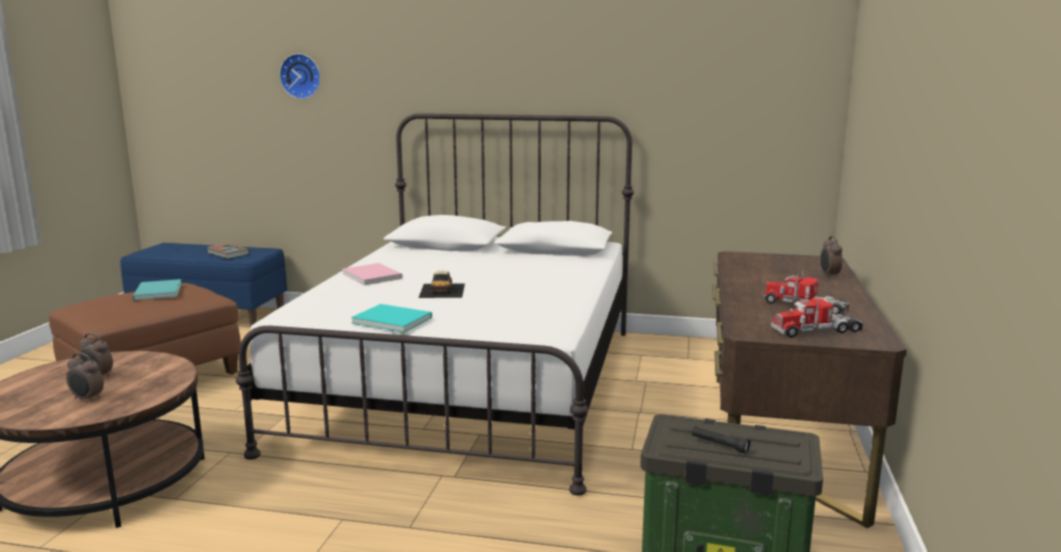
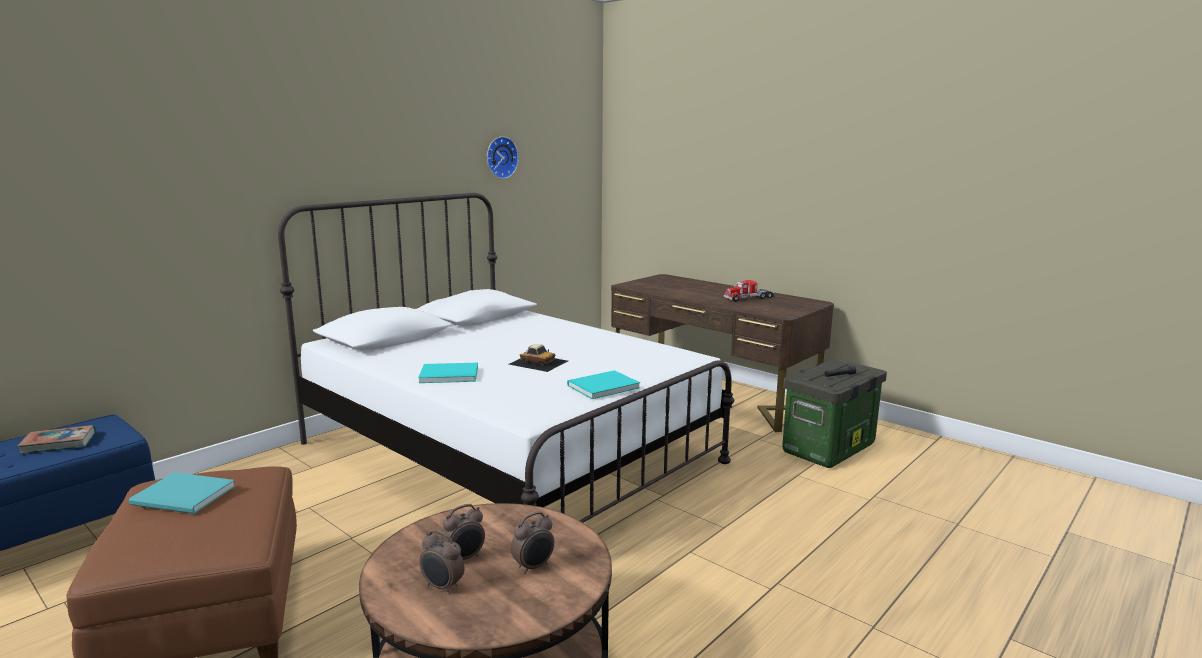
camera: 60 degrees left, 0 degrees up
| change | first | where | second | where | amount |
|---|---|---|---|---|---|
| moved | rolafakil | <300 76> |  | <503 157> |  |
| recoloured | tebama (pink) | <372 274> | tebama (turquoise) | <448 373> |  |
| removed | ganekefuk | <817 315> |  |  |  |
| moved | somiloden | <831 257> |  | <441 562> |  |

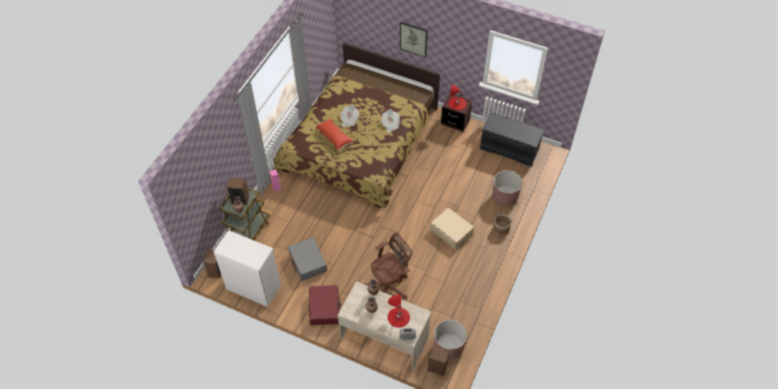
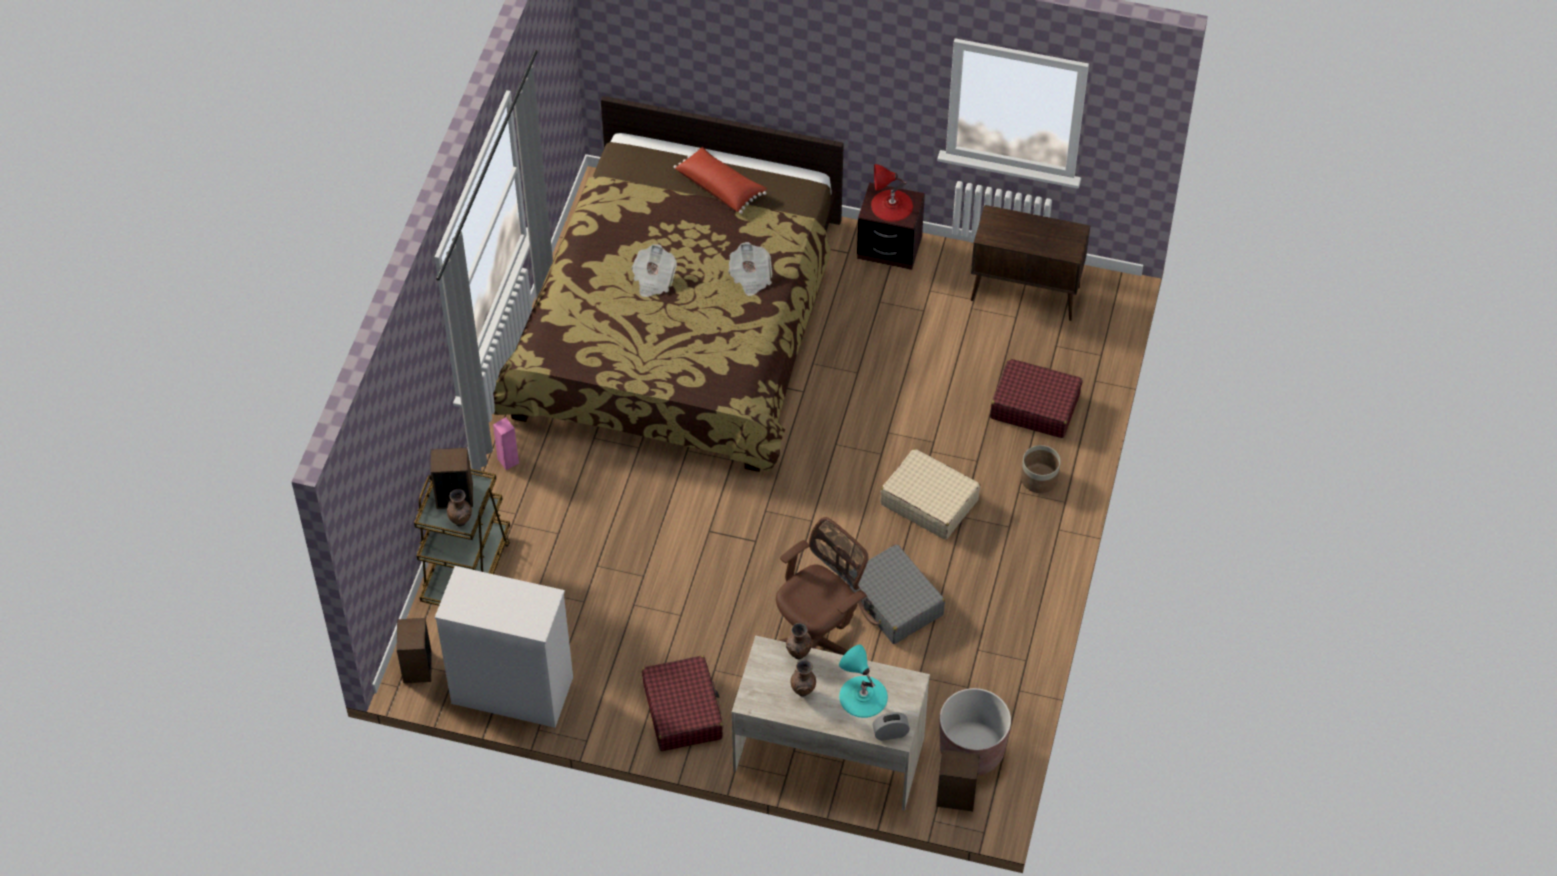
camera: 10 degrees left, 0 degrees up
| change | first | where | second | where | amount |
|---|---|---|---|---|---|
| moved | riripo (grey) | <307 259> |  | <897 594> |  |
| moved | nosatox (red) | <335 135> |  | <720 180> |  |
| recoloured | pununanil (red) | <399 311> | pununanil (turquoise) | <863 681> |  |
| removed | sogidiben | <414 39> |  |  |  |
| replaced | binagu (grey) | <512 139> | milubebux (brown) | <1030 263> |  |
| replaced | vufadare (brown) | <507 188> | riripo (red) | <1036 398> |  |

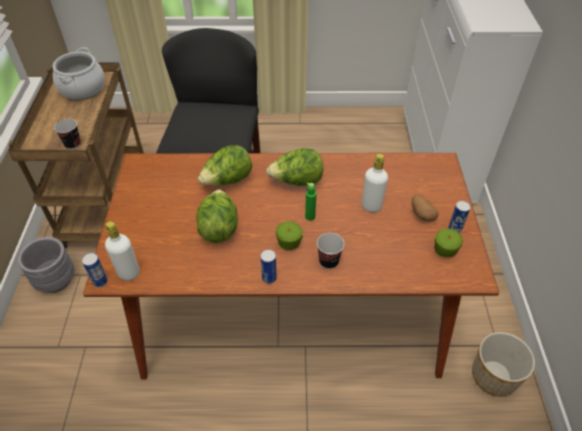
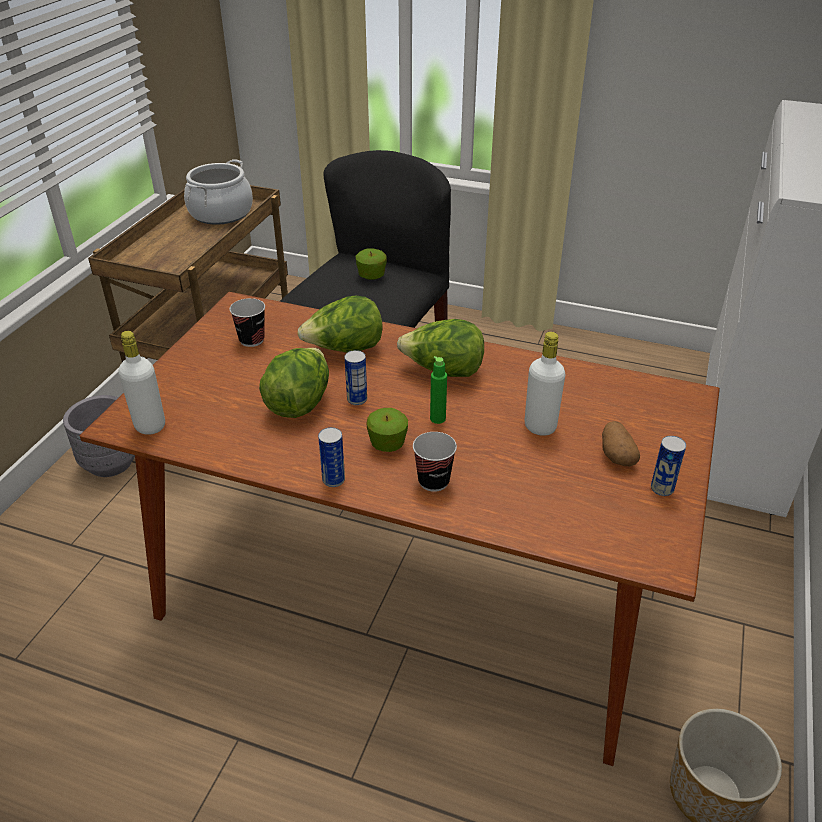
camera: 20 degrees right, 10 degrees down
| change | first | where | second | where | amount |
|---|---|---|---|---|---|
| moved | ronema | <67 134> |  | <247 322> |  |
| moved | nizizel | <95 270> |  | <356 377> |  |
| moved | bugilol | <448 243> |  | <371 264> |  |

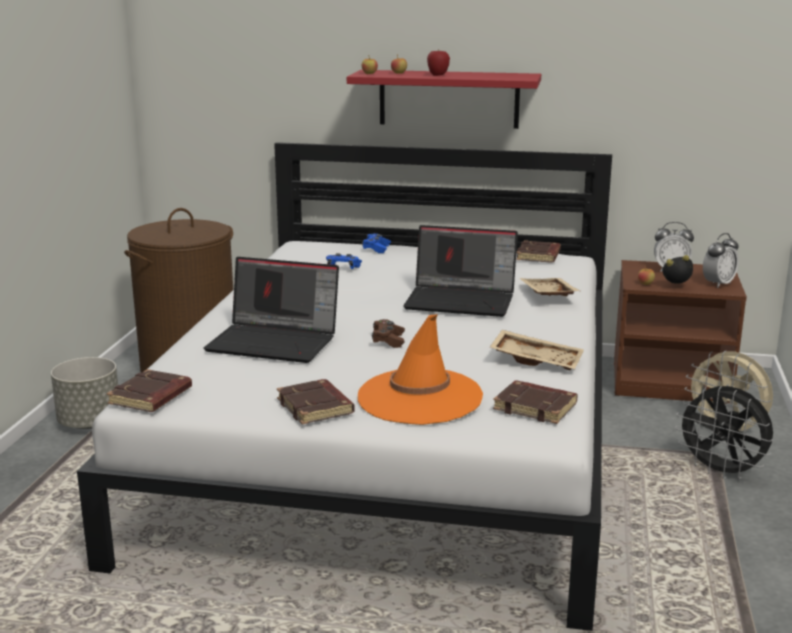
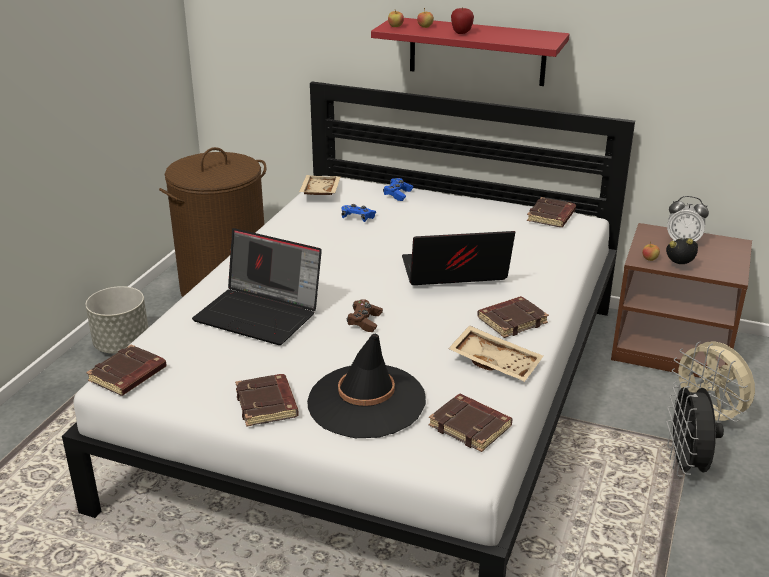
camera: 10 degrees right, 10 degrees up
| change | first | where | second | where | amount |
|---|---|---|---|---|---|
| recoloured | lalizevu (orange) | <420 369> | lalizevu (black) | <366 386> |  |
| turned | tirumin | <460 271> |  | <458 258> | 150 degrees clockwise |
| moved | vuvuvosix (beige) | <550 287> |  | <319 185> |  |
| turned | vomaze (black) | <724 432> |  | <695 429> | 45 degrees clockwise |
| removed | somiloden | <721 260> |  |  |  |
| added |  |  | tebama (brown) | <513 317> |  |

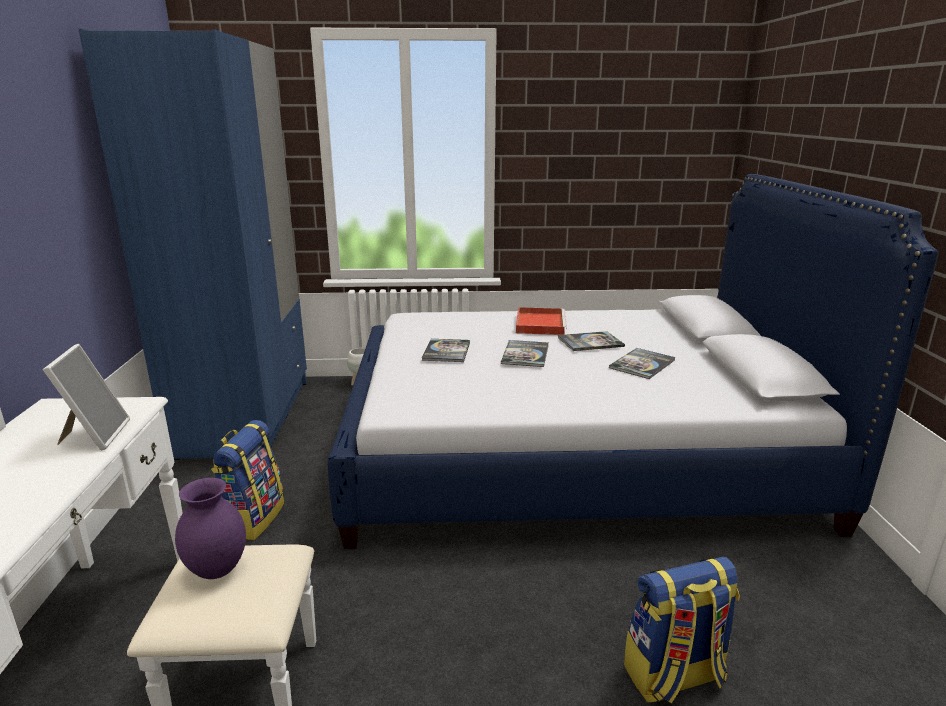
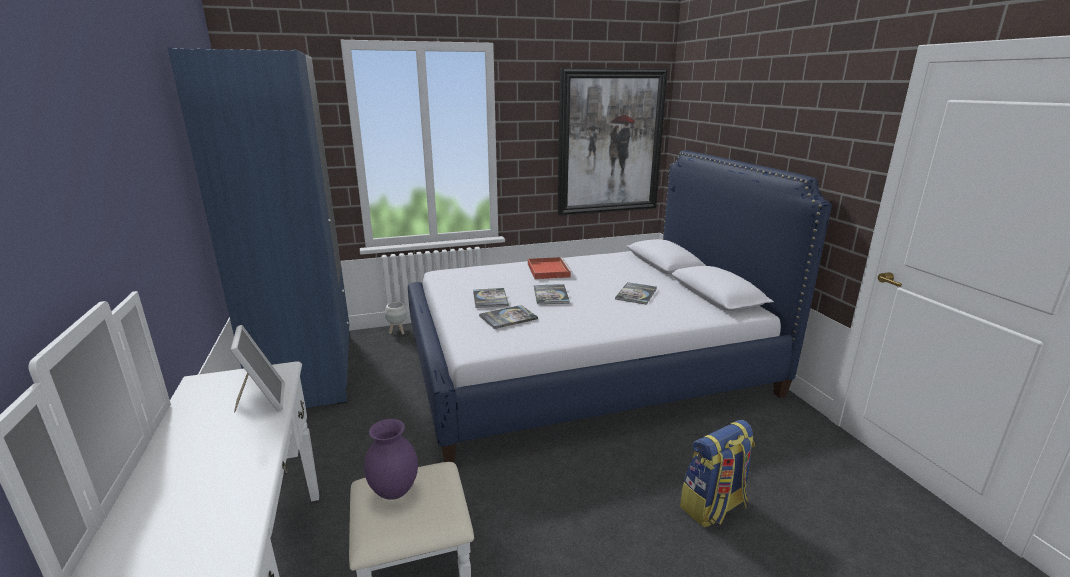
camera: 15 degrees left, 0 degrees up
| change | first | where | second | where | amount |
|---|---|---|---|---|---|
| removed | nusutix | <247 480> |  |  |  |
| moved | tebama | <591 341> |  | <508 317> |  |
| added |  |  | sogidiben | <613 142> |  |

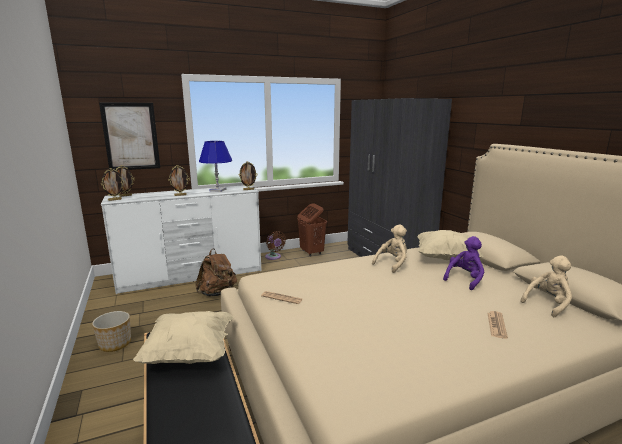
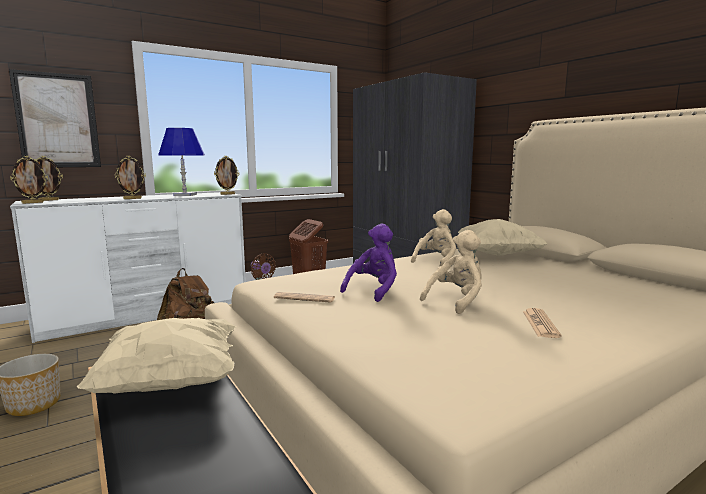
camera: 10 degrees left, 5 degrees down
| change | first | where | second | where | amount |
|---|---|---|---|---|---|
| moved | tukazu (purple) | <464 263> |  | <368 263> |  |
| moved | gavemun | <498 325> |  | <542 323> |  |
| moved | tukazu (beige) | <546 286> |  | <451 272> |  |

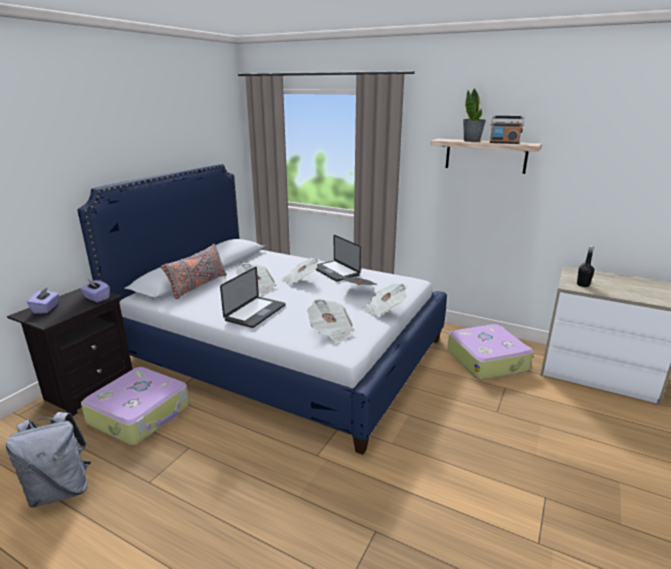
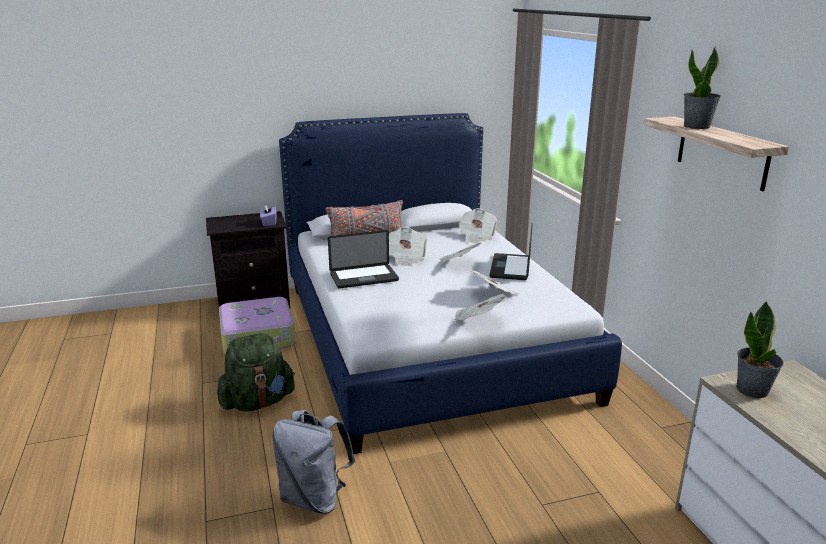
camera: 45 degrees right, 0 degrees up
| change | first | where | second | where | amount |
|---|---|---|---|---|---|
| moved | nusutix (grey) | <48 460> |  | <313 462> |  |
| removed | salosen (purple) | <43 300> |  |  |  |
| moved | gavemun | <331 321> |  | <478 225> |  |
| removed | riripo | <490 352> |  |  |  |
| removed | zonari | <507 130> |  |  |  |
| replaced | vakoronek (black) | <585 266> | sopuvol | <760 349> |  |
| added |  |  | nusutix (green) | <256 372> |  |

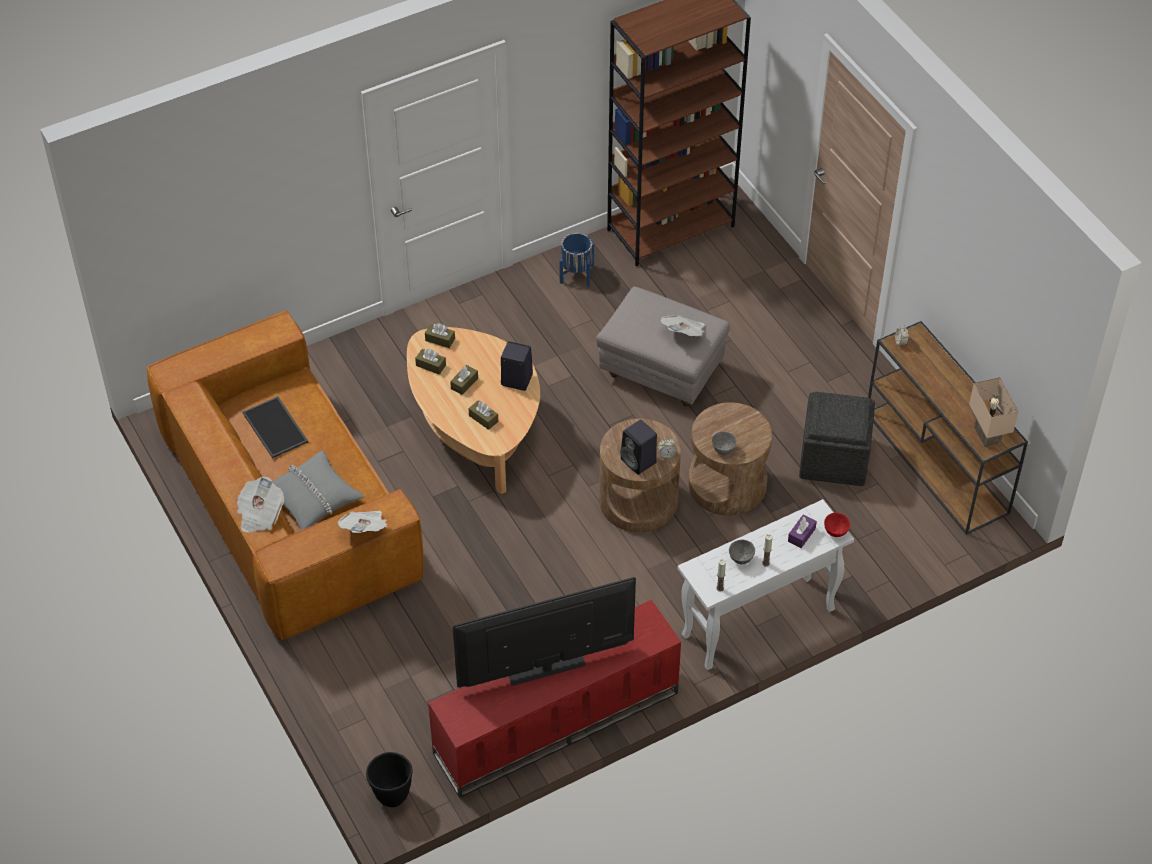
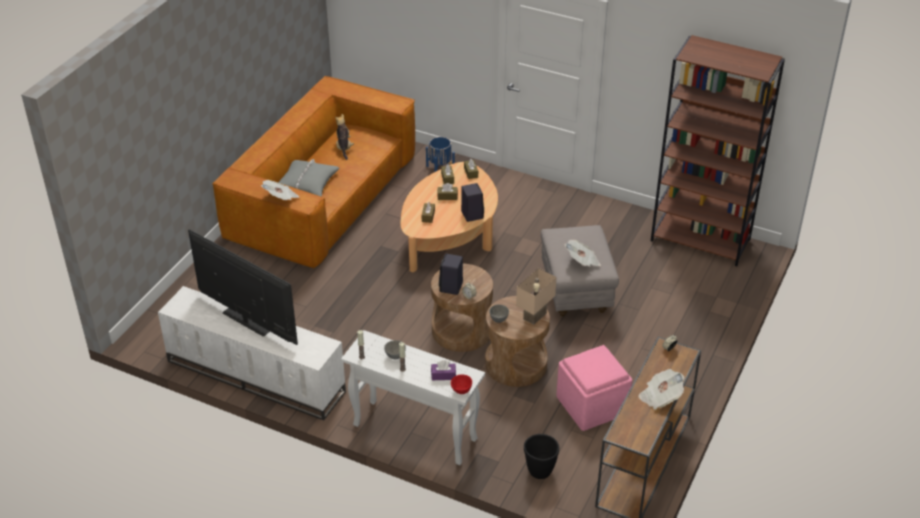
camera: 55 degrees right, 10 degrees down
| change | first | where | second | where | amount |
|---|---|---|---|---|---|
| moved | gavemun | <260 504> |  | <662 389> |  |
| replaced | vuvuvosix | <275 427> | tukazu | <344 137> |  |
| moved | vufadare (black) | <389 779> |  | <541 456> |  |
| recoloured | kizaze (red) | <554 699> | kizaze (white) | <252 353> |  |
| moved | vufadare (blue) | <576 260> |  | <440 154> |  |
| recoloured | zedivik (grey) | <837 438> | zedivik (pink) | <594 388> |  |
| moved | pununanil (beige) | <993 412> |  | <536 296> |  |

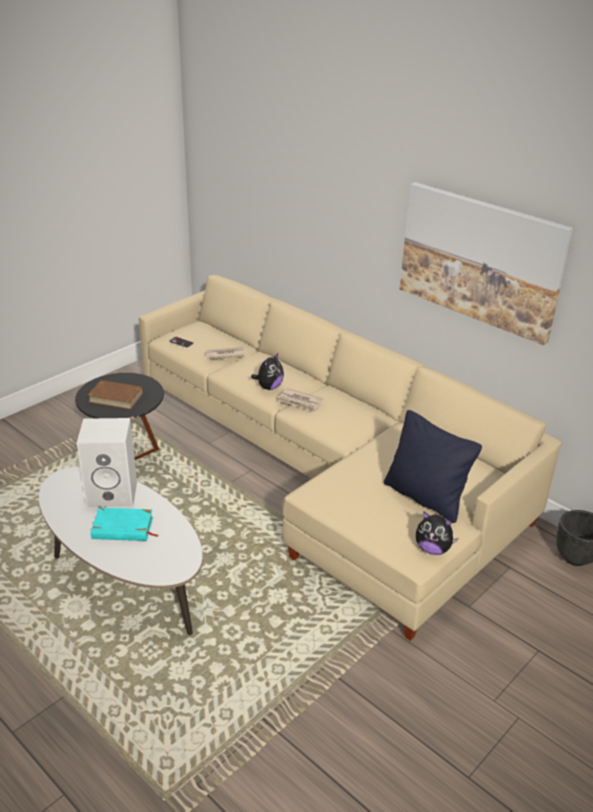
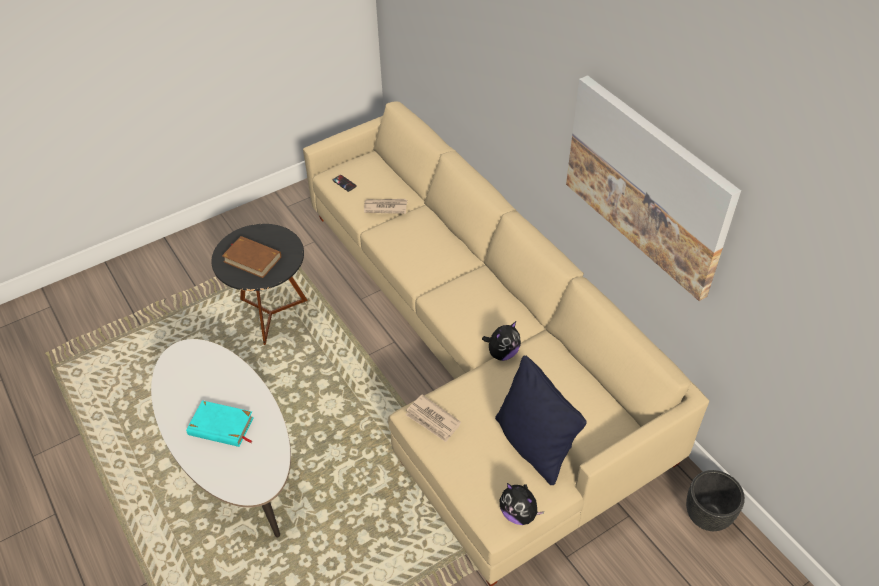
camera: 15 degrees right, 15 degrees up
| change | first | where | second | where | amount |
|---|---|---|---|---|---|
| removed | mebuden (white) | <107 463> |  |  |  |
| moved | tukazu | <267 371> |  | <501 341> |  |
| moved | gavemun | <301 400> |  | <433 418> |  |

